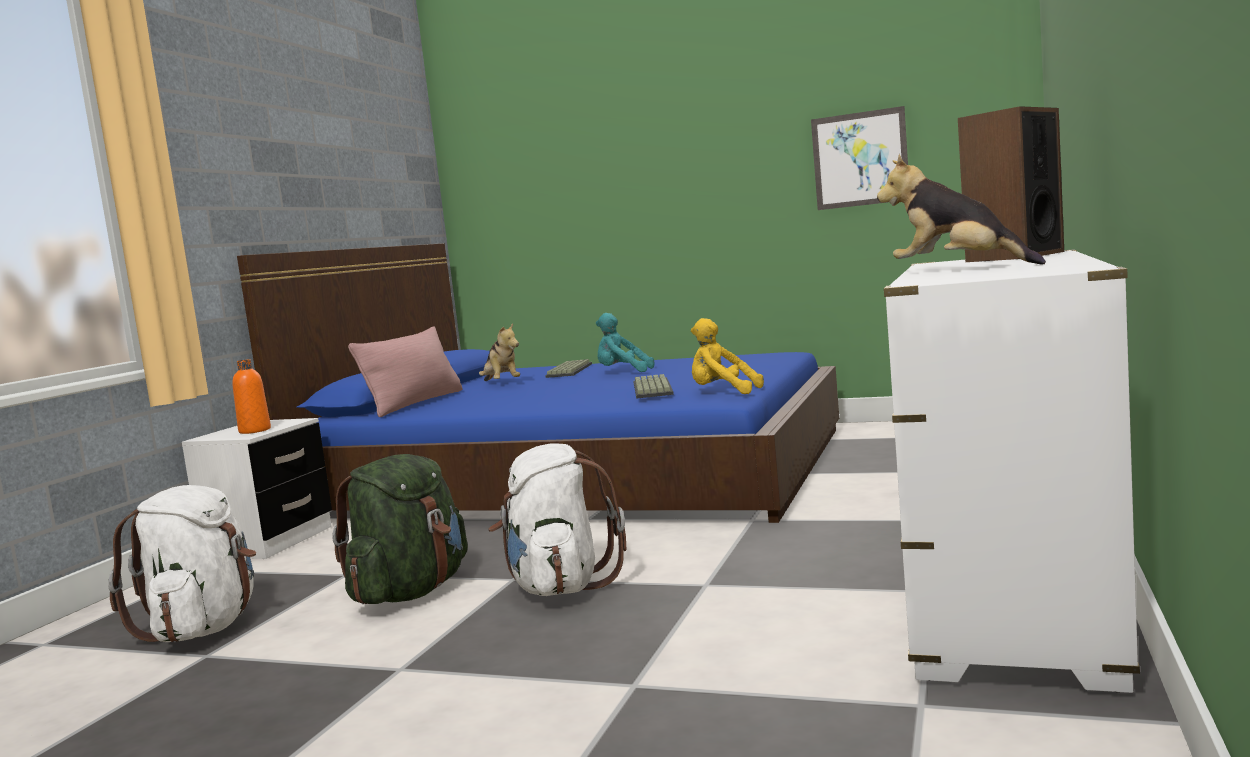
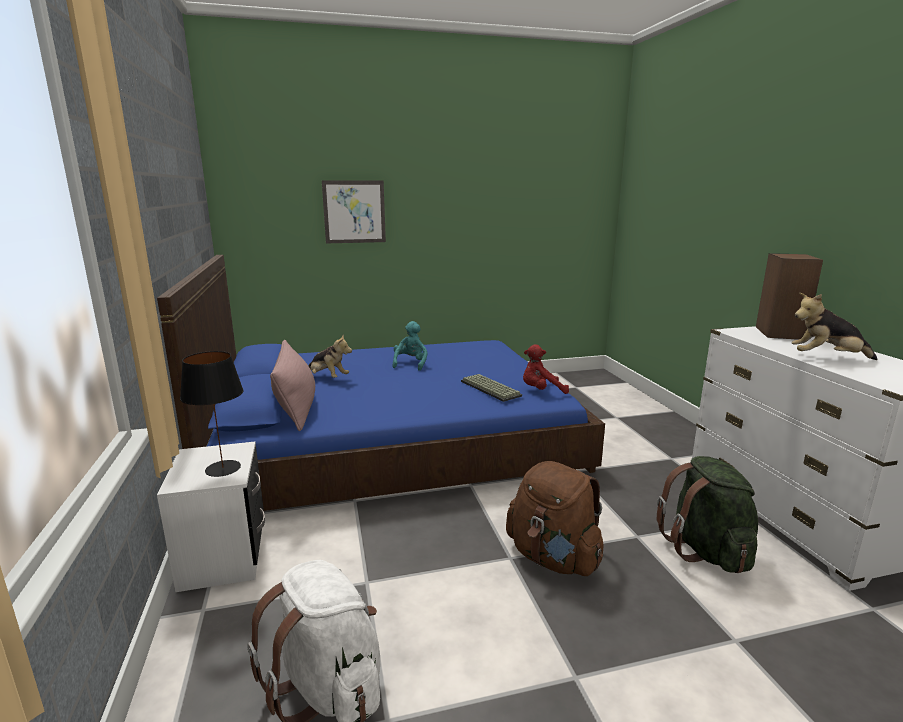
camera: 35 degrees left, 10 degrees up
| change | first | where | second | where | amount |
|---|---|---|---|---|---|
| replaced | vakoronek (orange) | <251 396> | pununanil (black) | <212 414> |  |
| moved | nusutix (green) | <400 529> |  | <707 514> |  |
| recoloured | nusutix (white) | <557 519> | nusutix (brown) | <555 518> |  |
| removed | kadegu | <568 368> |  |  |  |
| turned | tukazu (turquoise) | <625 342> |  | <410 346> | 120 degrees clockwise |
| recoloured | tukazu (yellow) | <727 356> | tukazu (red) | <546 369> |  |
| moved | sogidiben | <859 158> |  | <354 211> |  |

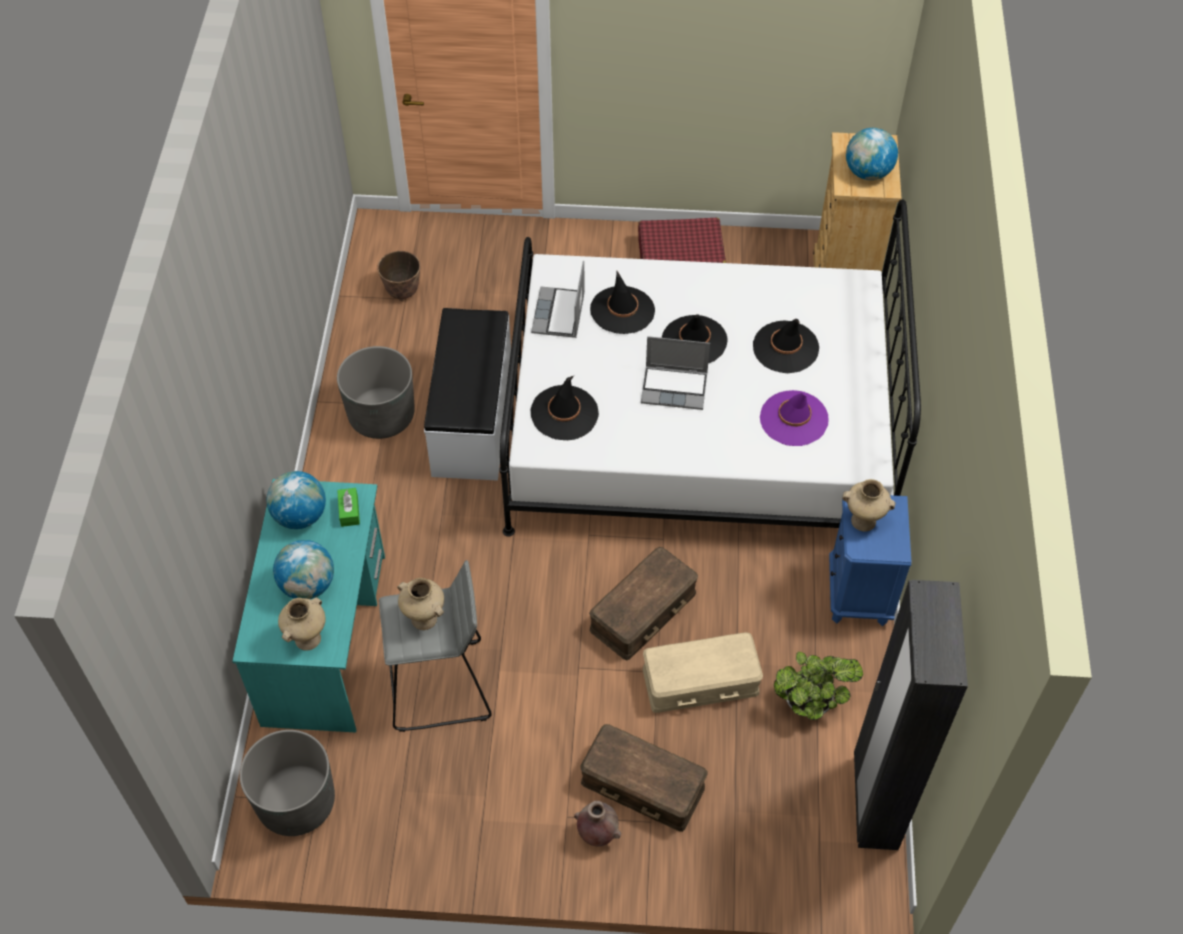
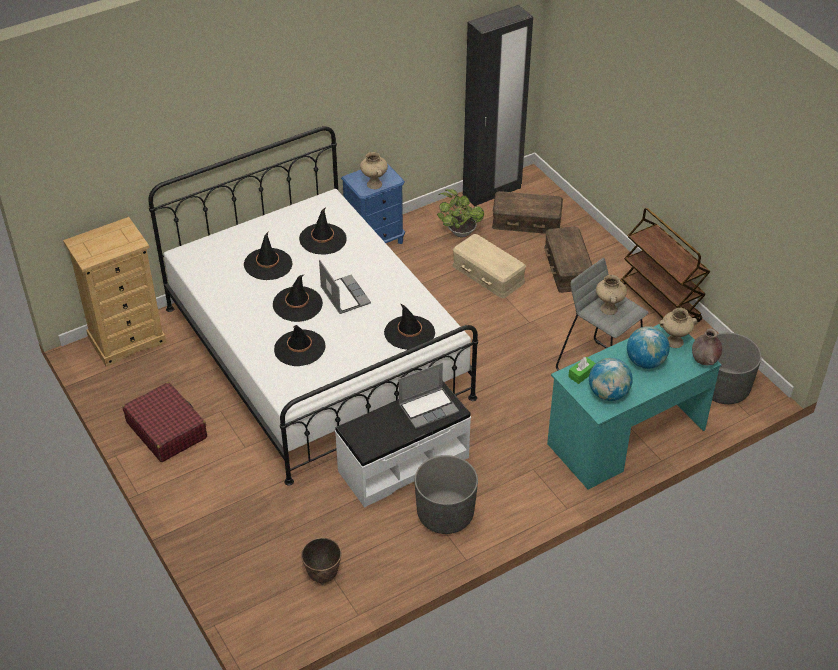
camera: 125 degrees left, 10 degrees down
| change | first | where | second | where | amount |
|---|---|---|---|---|---|
| moved | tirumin | <558 299> |  | <429 396> |  |
| moved | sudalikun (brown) | <597 823> |  | <707 346> |  |
| moved | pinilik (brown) | <643 603> |  | <527 212> |  |
| recoloured | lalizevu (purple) | <794 418> | lalizevu (black) | <323 231> |  |
| removed | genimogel | <872 154> |  |  |  |
| added |  |  | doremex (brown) | <665 265> |  |

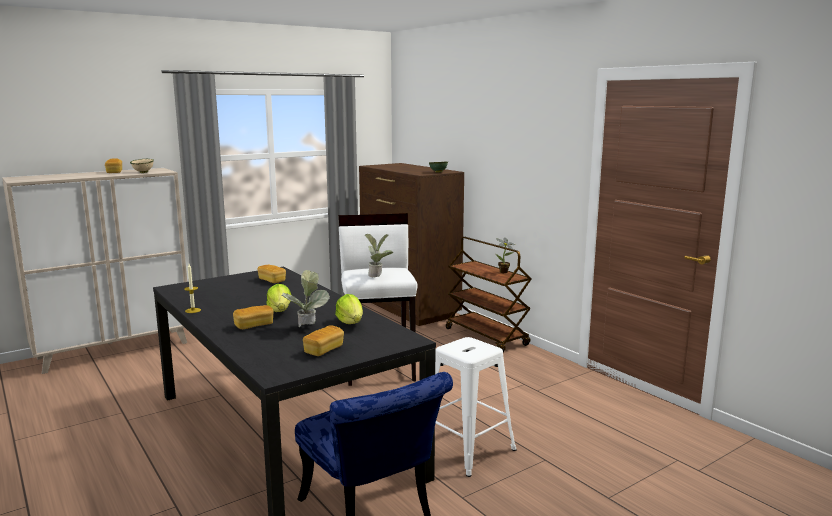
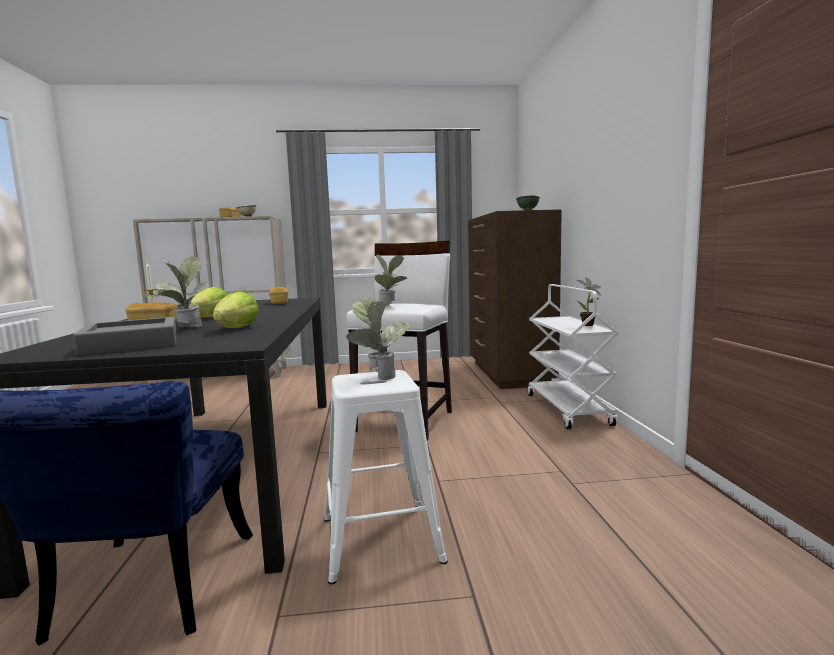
camera: 30 degrees right, 5 degrees down
| change | first | where | second | where | amount |
|---|---|---|---|---|---|
| replaced | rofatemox | <323 340> | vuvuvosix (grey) | <125 336> |  |
| recoloured | doremex (brown) | <489 295> | doremex (white) | <573 356> |  |
| added |  |  | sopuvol | <378 338> |  |

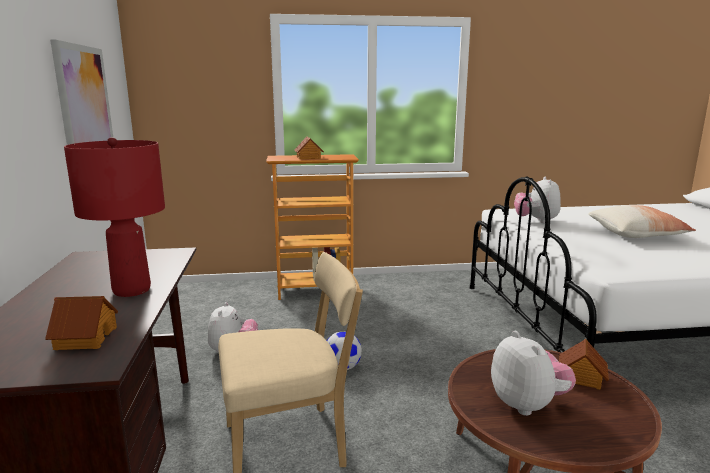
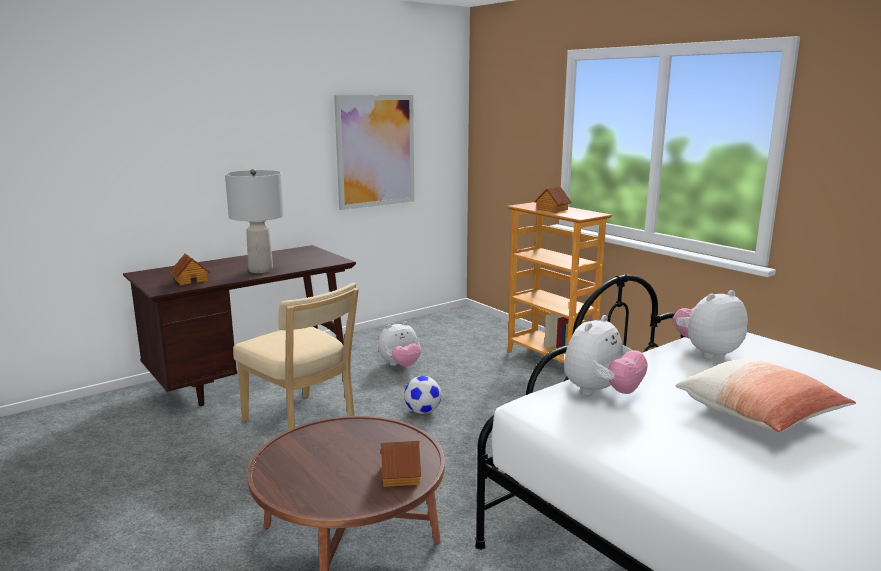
camera: 60 degrees right, 0 degrees up
| change | first | where | second | where | amount |
|---|---|---|---|---|---|
| recoloured | pununanil (red) | <114 217> | pununanil (grey) | <254 221> |  |
| moved | tukazu | <533 373> |  | <606 355> |  |

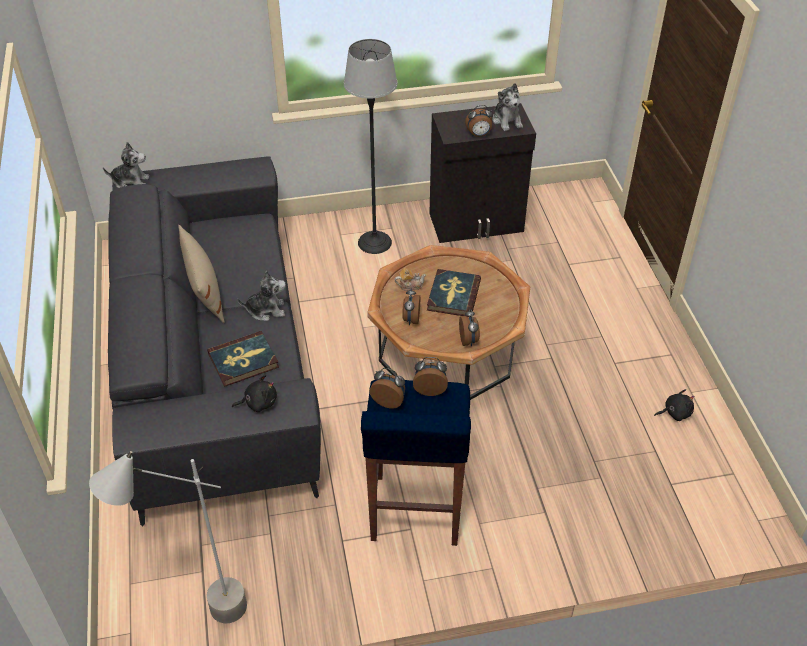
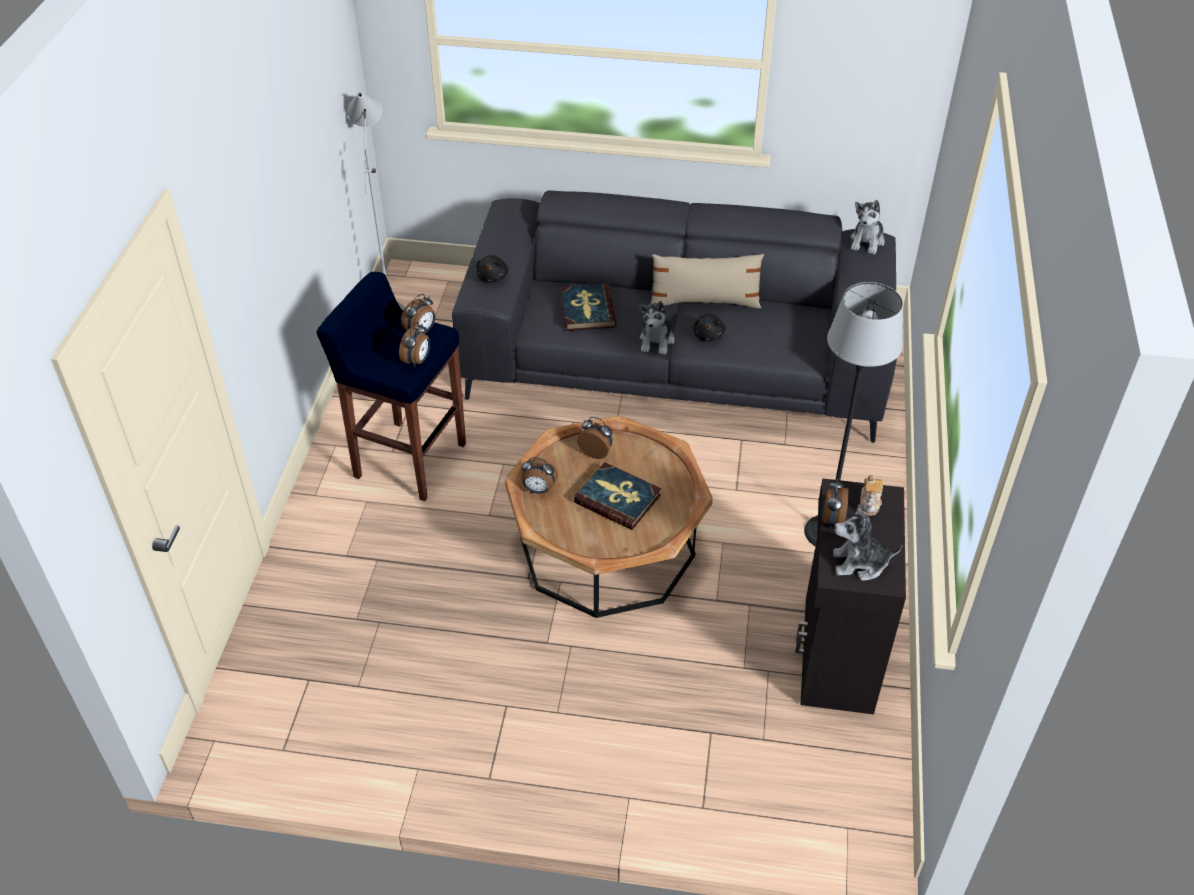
camera: 110 degrees right, 0 degrees up
| change | first | where | second | where | amount |
|---|---|---|---|---|---|
| moved | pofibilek | <410 279> |  | <871 495> |  |
| moved | tukazu (black) | <674 405> |  | <709 327> |  |

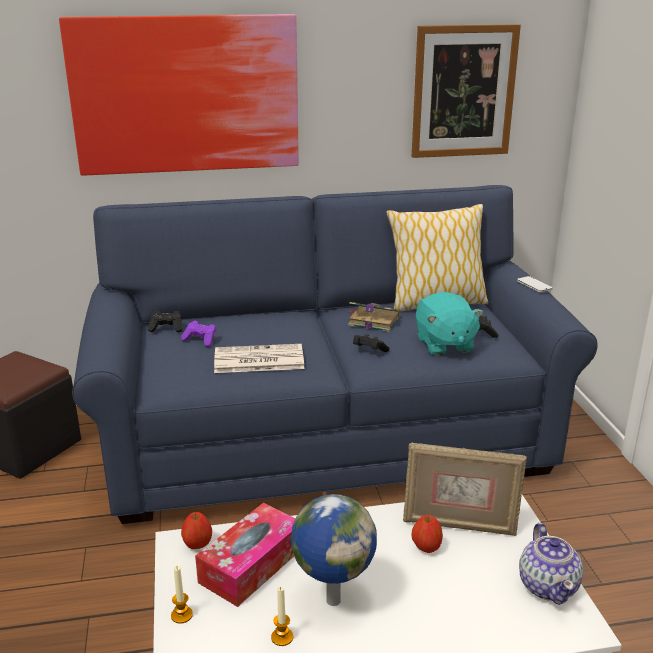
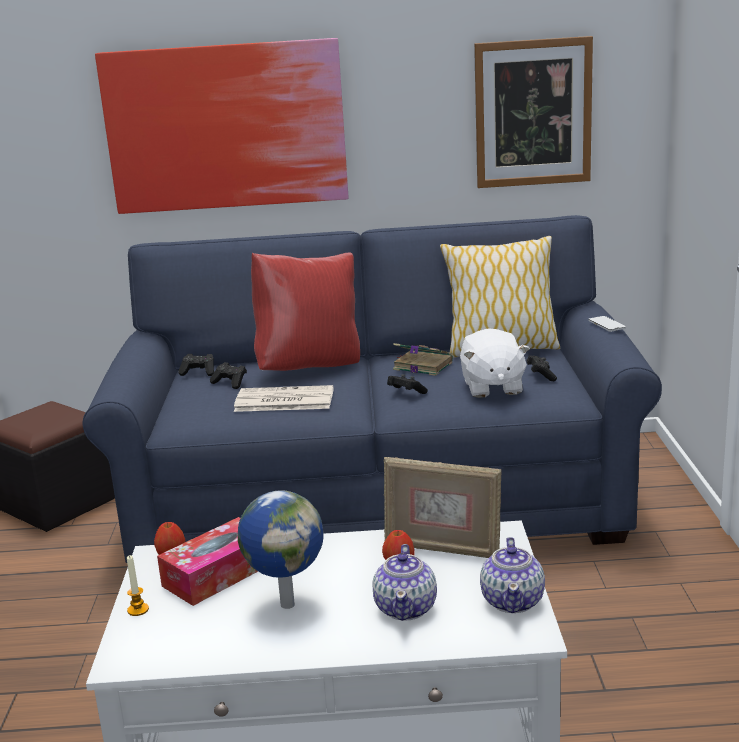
camera: 10 degrees right, 5 degrees down
| change | first | where | second | where | amount |
|---|---|---|---|---|---|
| recoloured | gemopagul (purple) | <198 333> | gemopagul (black) | <228 375> |  |
| removed | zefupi | <282 616> |  |  |  |
| recoloured | tukazu (turquoise) | <450 324> | tukazu (white) | <495 363> |  |
| added |  |  | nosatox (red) | <305 311> |  |
| added |  |  | pofibilek | <405 582> |  |

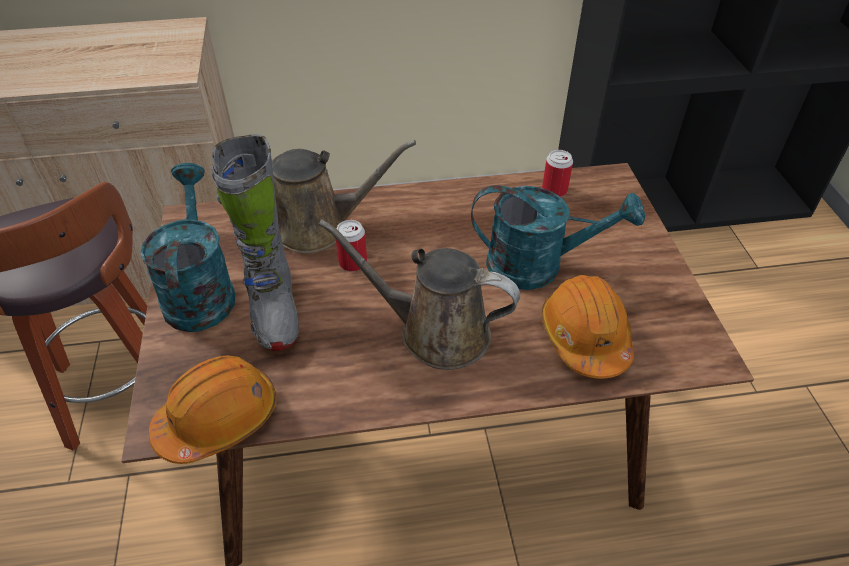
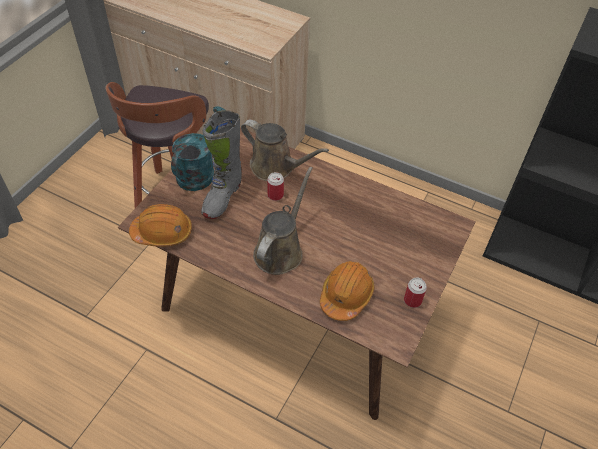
camera: 35 degrees right, 5 degrees up
| change | first | where | second | where | amount |
|---|---|---|---|---|---|
| turned | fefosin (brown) | <419 294> |  | <283 221> | 60 degrees clockwise |
| removed | fefosin (turquoise) | <558 237> |  |  |  |
| moved | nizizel | <557 173> |  | <415 293> |  |

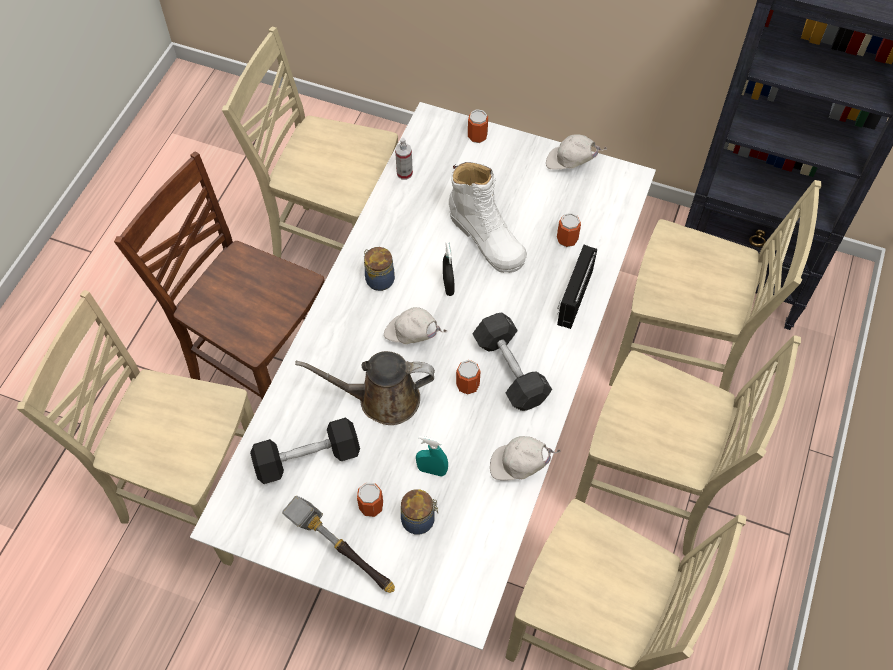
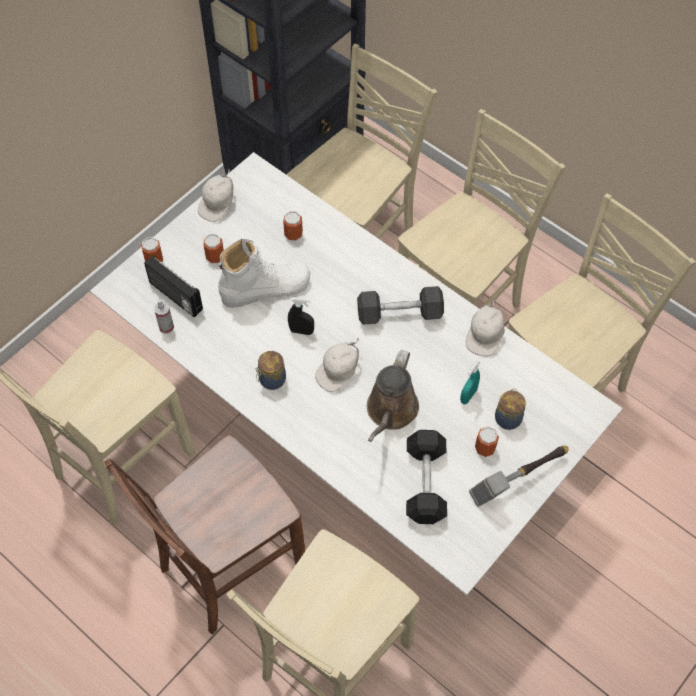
camera: 70 degrees left, 0 degrees up
| change | first | where | second | where | amount |
|---|---|---|---|---|---|
| moved | nizizel | <468 377> |  | <214 248> |  |
| moved | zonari | <577 287> |  | <173 286> |  |

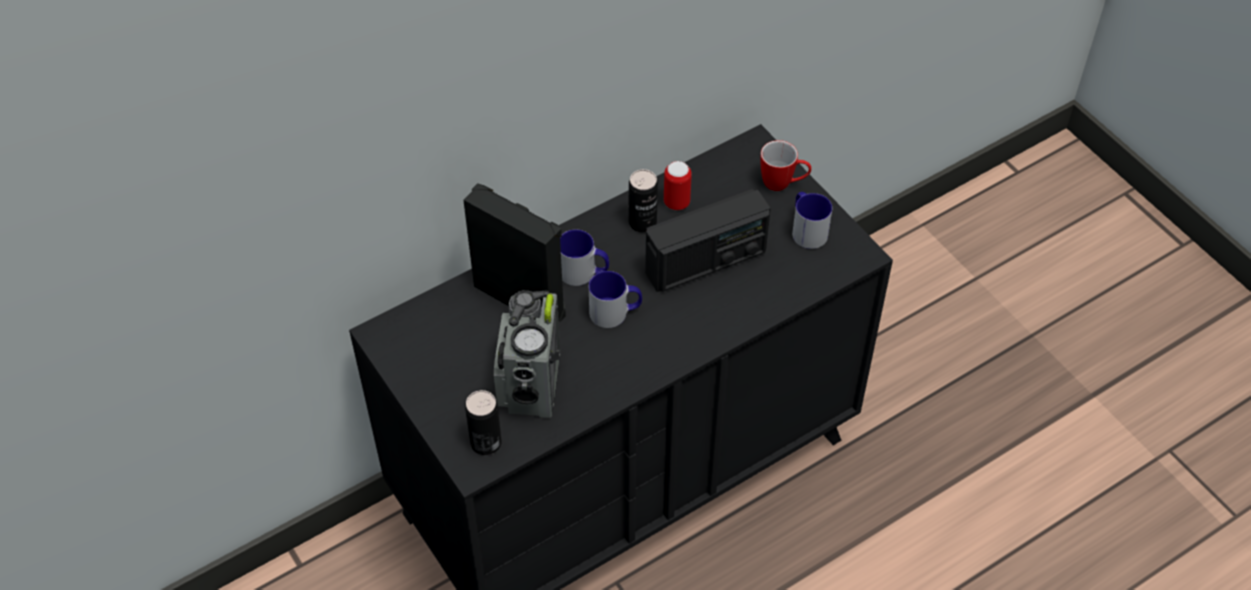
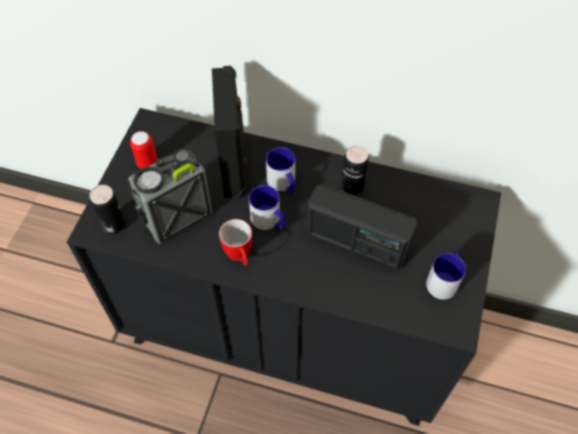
camera: 50 degrees right, 5 degrees up
| change | first | where | second | where | amount |
|---|---|---|---|---|---|
| moved | nizizel | <678 185> |  | <144 150> |  |
| moved | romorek | <786 165> |  | <235 242> |  |

